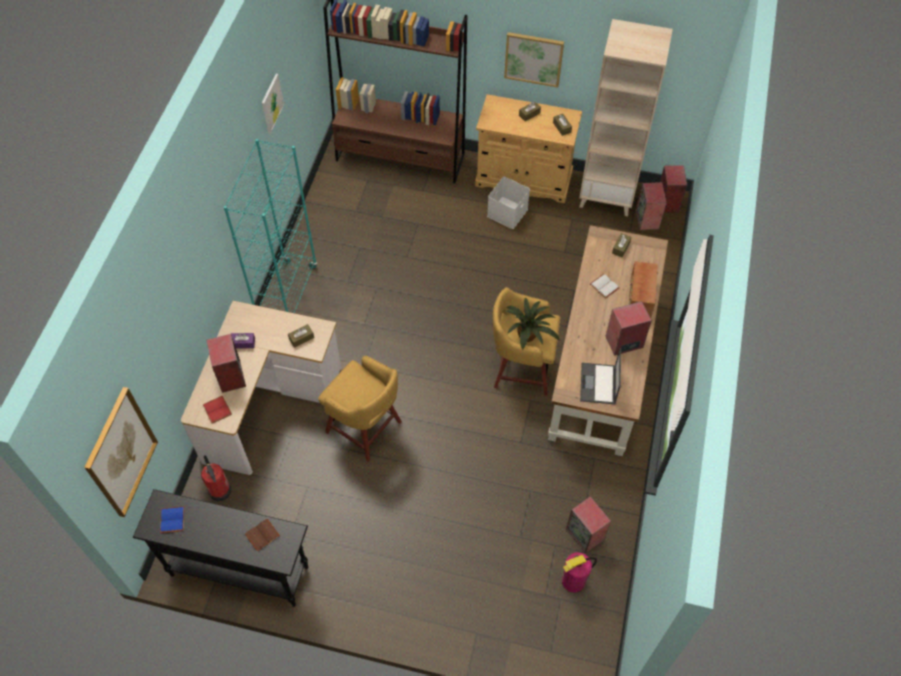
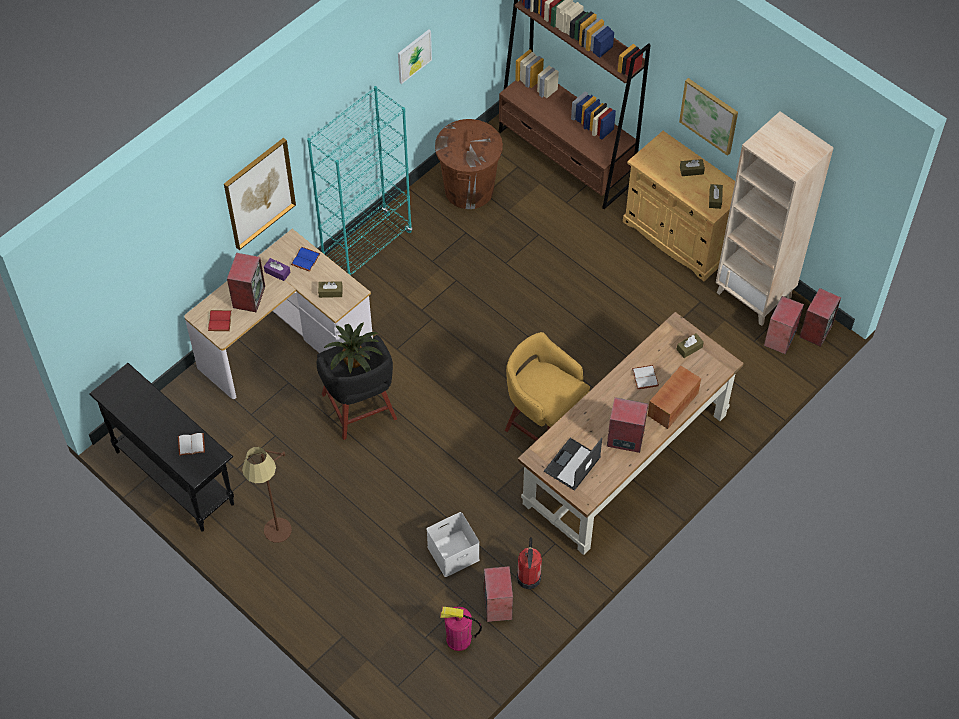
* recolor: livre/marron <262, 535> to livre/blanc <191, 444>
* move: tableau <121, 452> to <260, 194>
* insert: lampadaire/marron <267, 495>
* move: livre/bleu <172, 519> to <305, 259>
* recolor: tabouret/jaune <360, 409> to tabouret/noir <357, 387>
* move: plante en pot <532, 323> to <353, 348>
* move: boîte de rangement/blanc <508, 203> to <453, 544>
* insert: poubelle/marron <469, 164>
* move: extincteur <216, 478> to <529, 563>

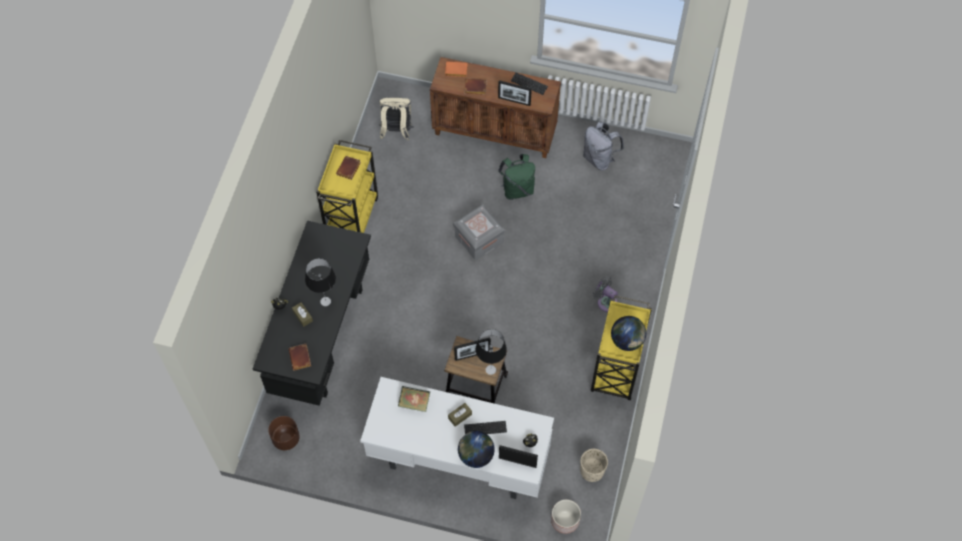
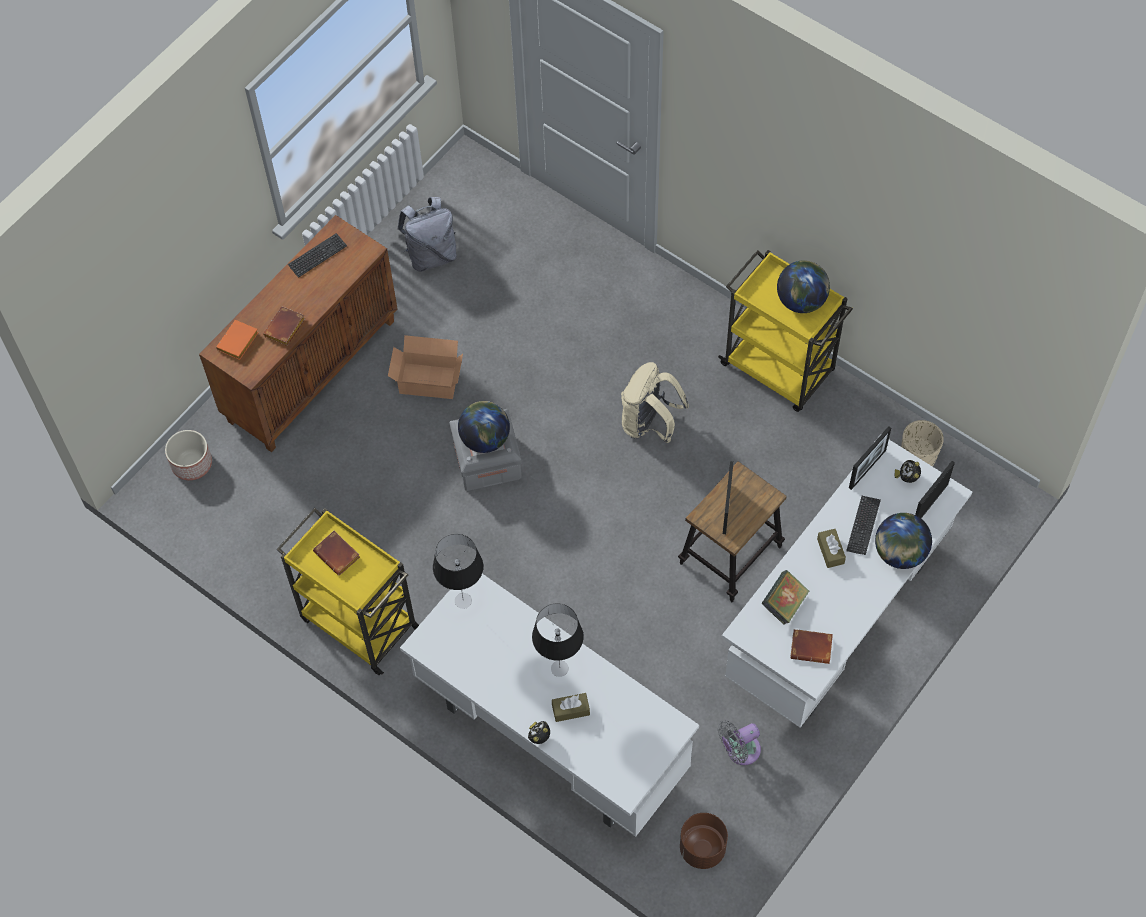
* move: cache-pot <566, 517> to <188, 455>
* replace: sac à dos/vert <516, 177> to carton <425, 367>
* recolor: bureau/noir <312, 313> to bureau/blanc <549, 705>
* move: lampe de table <491, 352> to <458, 571>
* insert: globe <484, 427>
* move: sac à dos/beige <396, 119> to <655, 402>
* move: ventilateur/gris <605, 294> to <739, 742>
* move: livre/marron <300, 357> to <811, 646>
* move: cadre photo <515, 93> to <870, 458>

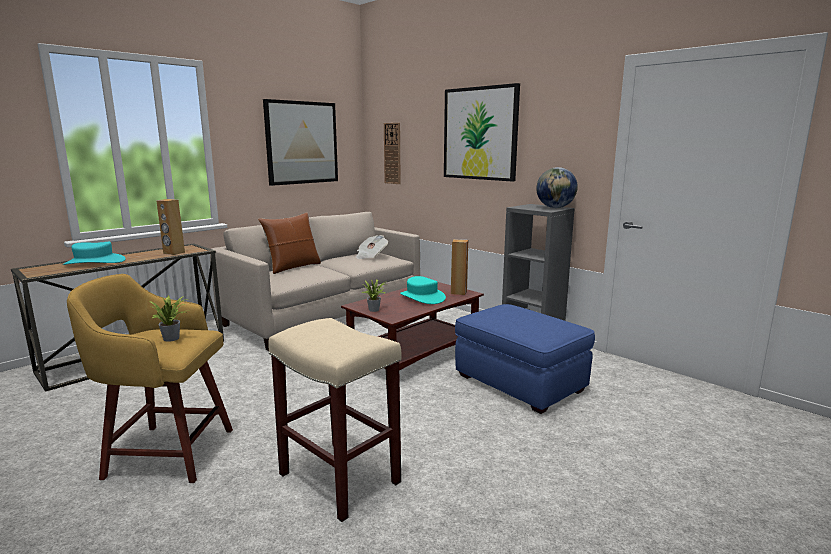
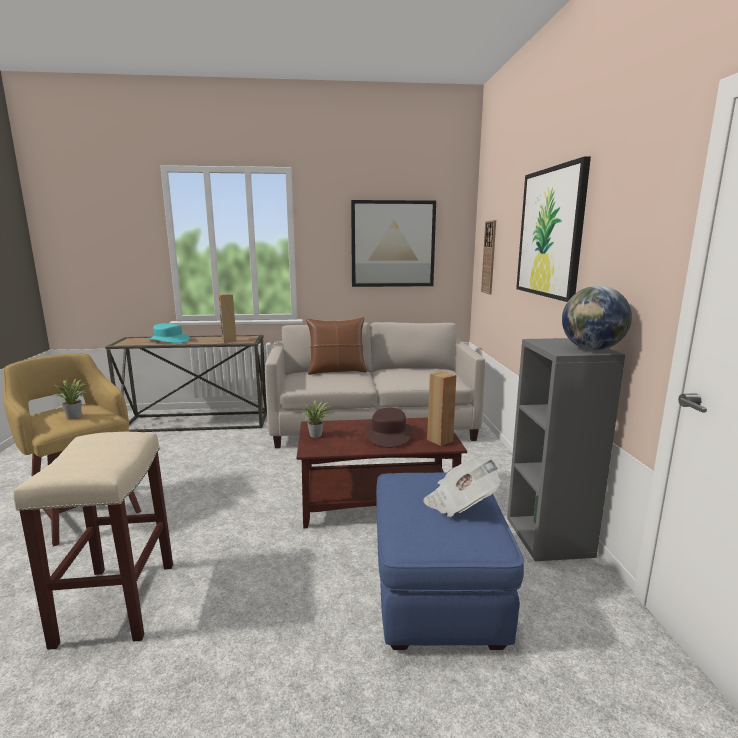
* recolor: chapeau/turquoise <423, 290> to chapeau/marron <389, 428>
* move: journal <371, 247> to <462, 487>

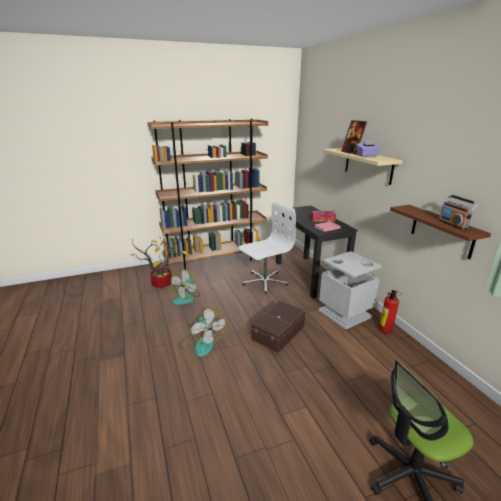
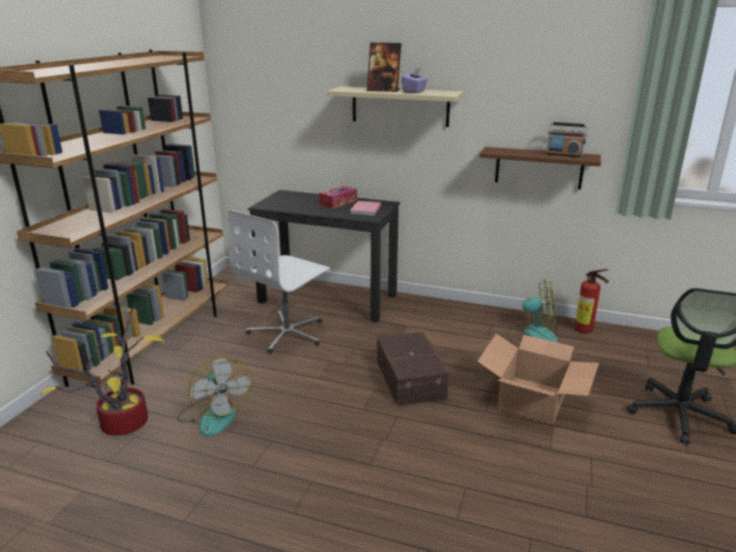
* rotate: chaise de bureau/blanc <267, 247> = <279, 281> 150 degrees counterclockwise
* insert: carton <538, 379>
* move: ventilateur <202, 332> to <532, 313>
* move: extincteur <389, 312> to <592, 301>
* delete: poubelle/gris <350, 290>

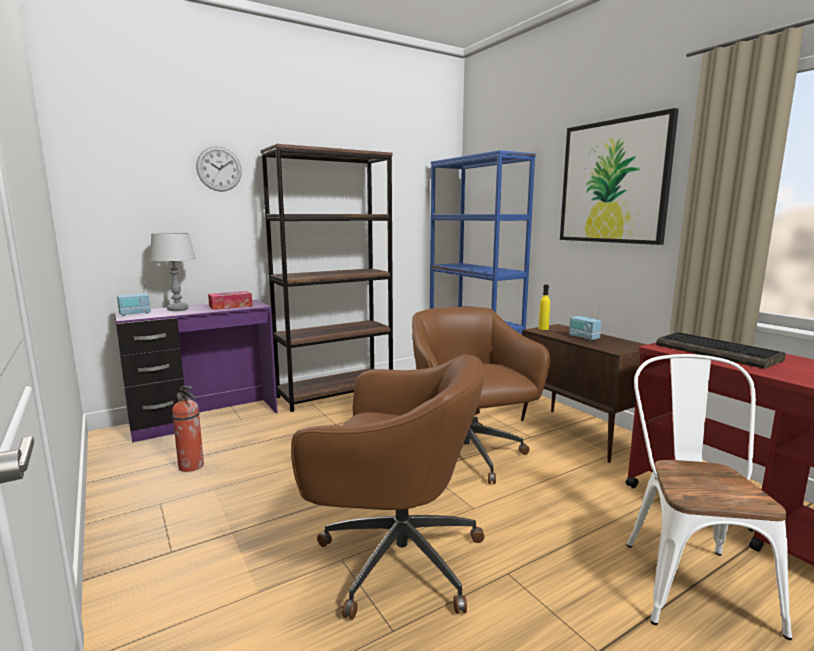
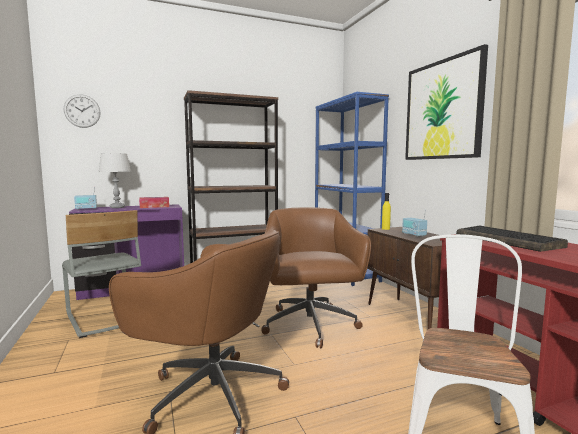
* replace: extincteur <188, 429> to chaise/gris <101, 274>
* move: horloge murale <219, 169> to <82, 111>

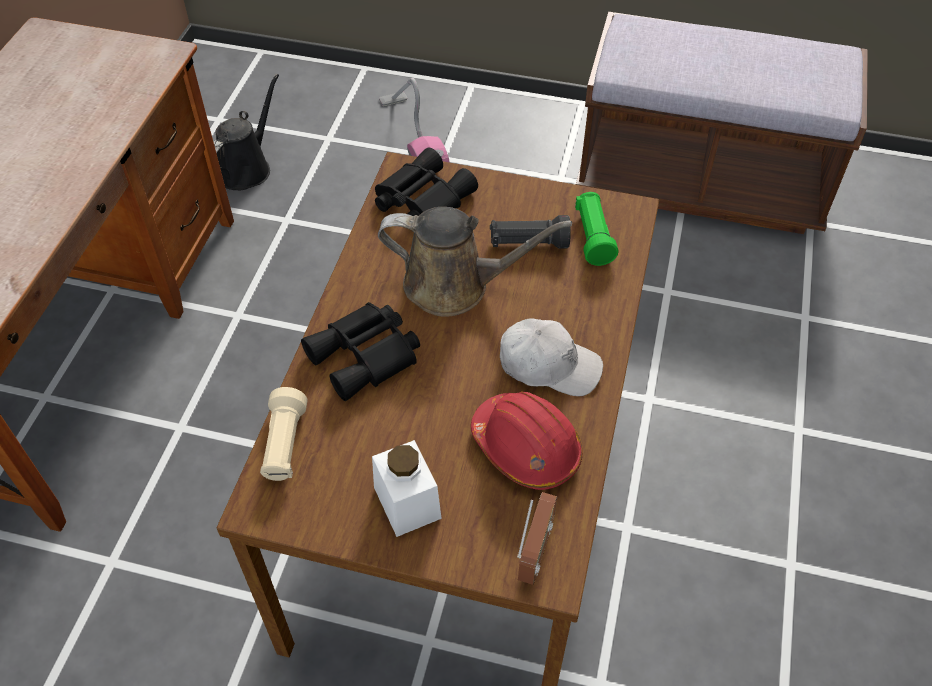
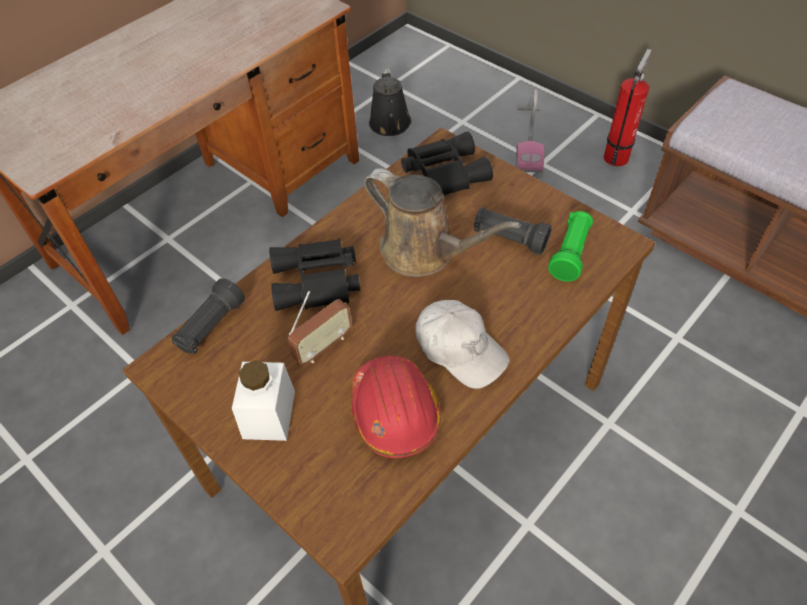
* recolor: lampe de poche/beige <283, 434> to lampe de poche/noir <208, 316>
* move: radio <537, 538> to <320, 328>
* rotate: arrosoir/noir <246, 132> = <390, 102> 120 degrees clockwise
* insert: extincteur <628, 107>

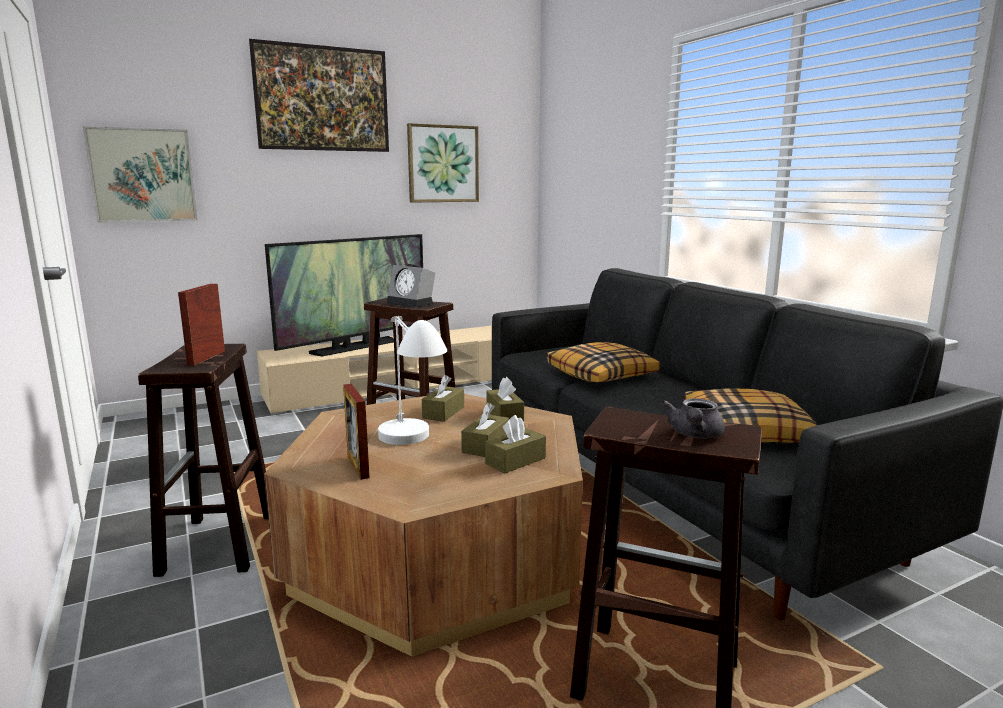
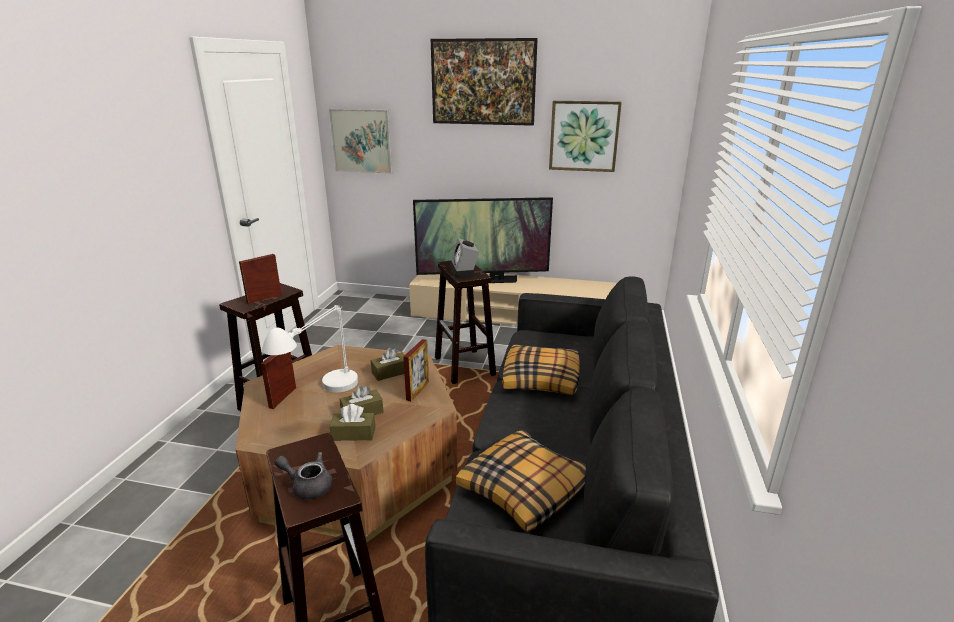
* rotate: théière/gris <693, 418> = <303, 475> 45 degrees clockwise
* replace: boîte à mouchoirs/marron <505, 399> to cadre photo <416, 370>

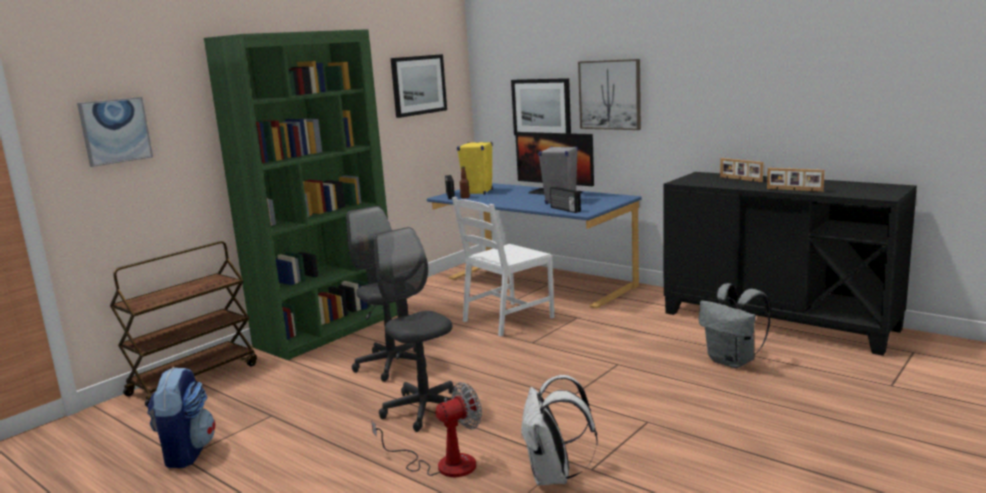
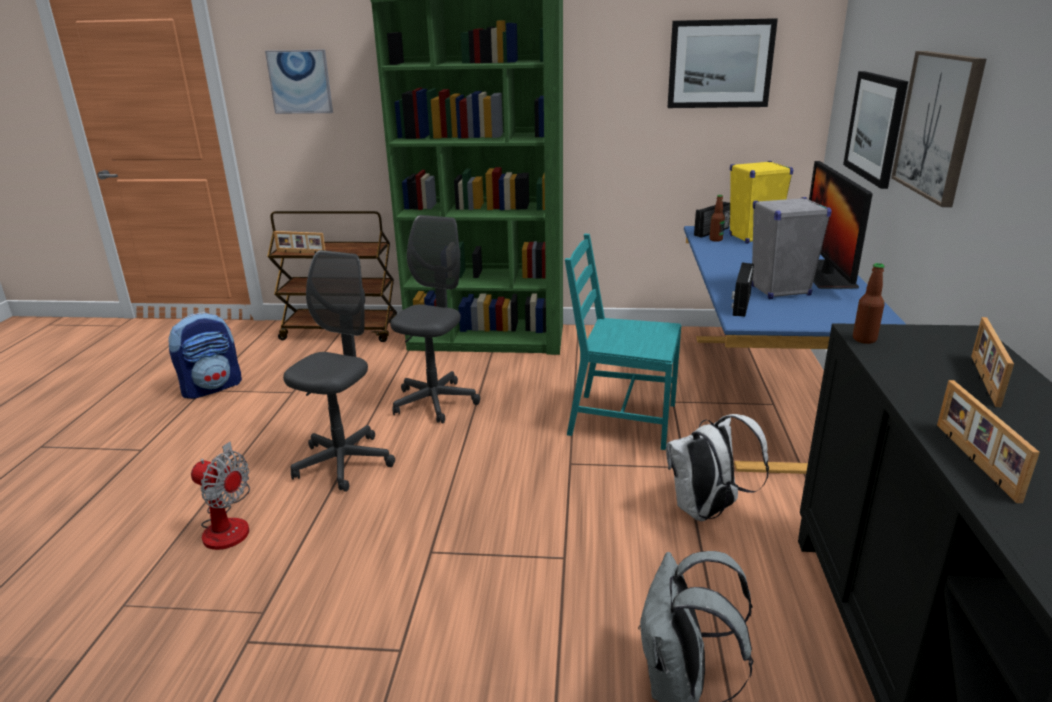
* insert: cadre photo <300, 242>
* recolor: chaise/blanc <503, 267> to chaise/turquoise <623, 342>
* move: sac à dos/blanc <559, 430> to <717, 467>
* insert: bouteille <869, 303>

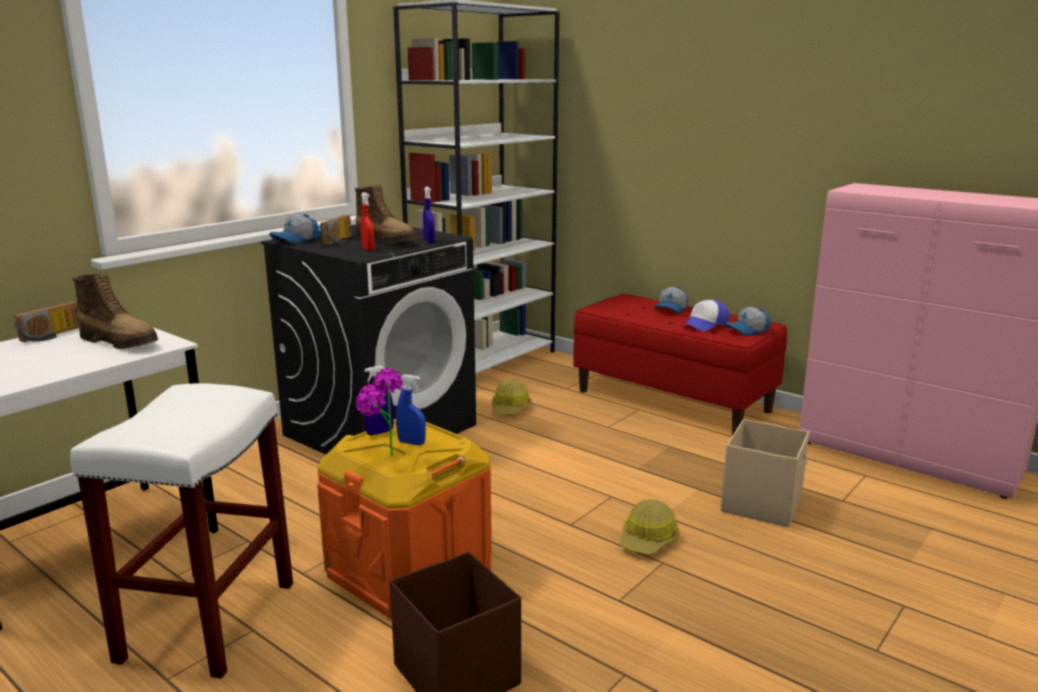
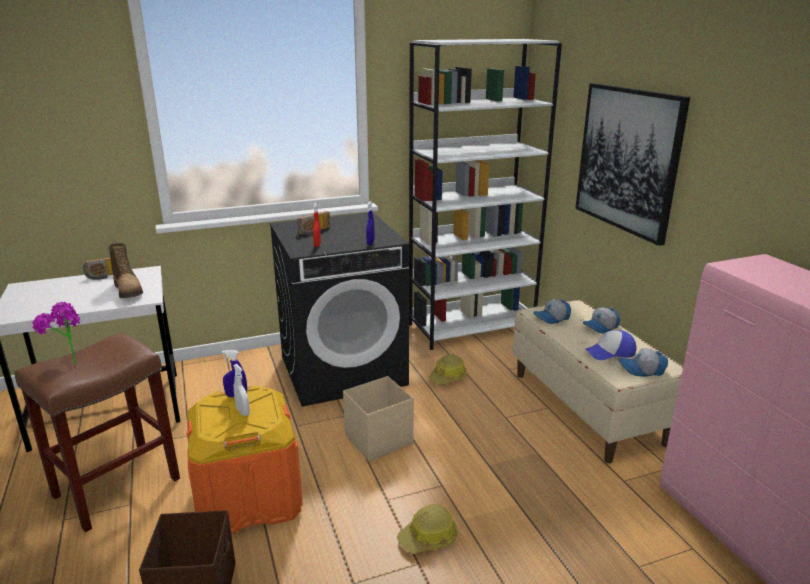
* recolor: tabouret/blanc <181, 530> to tabouret/marron <97, 432>
* move: plante en pot <379, 412> to <56, 333>
* recolor: vaporisateur/bleu <411, 409> to vaporisateur/blanc <241, 390>
* move: boîte de rangement/beige <765, 473> to <378, 419>
* recolor: banc/rouge <680, 365> to banc/beige <598, 381>
* move: casquette <294, 229> to <552, 311>
* insert: tableau <632, 164>
* delete: botte <386, 214>

